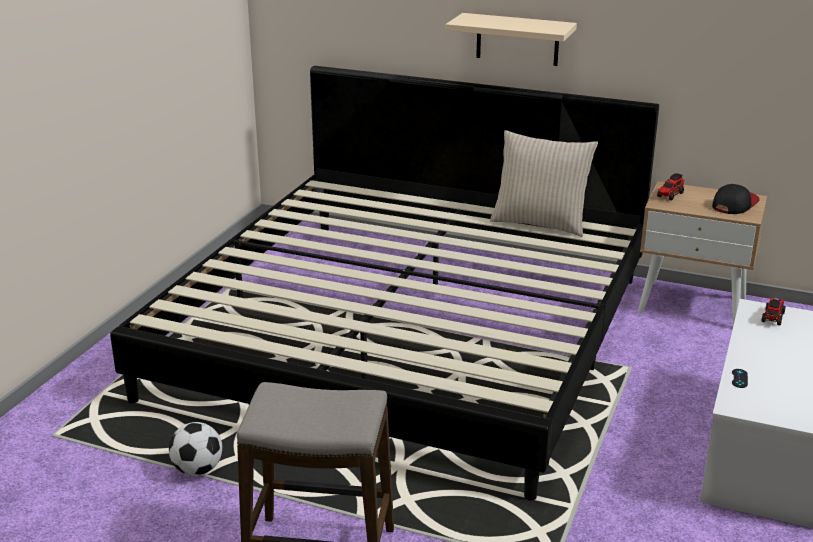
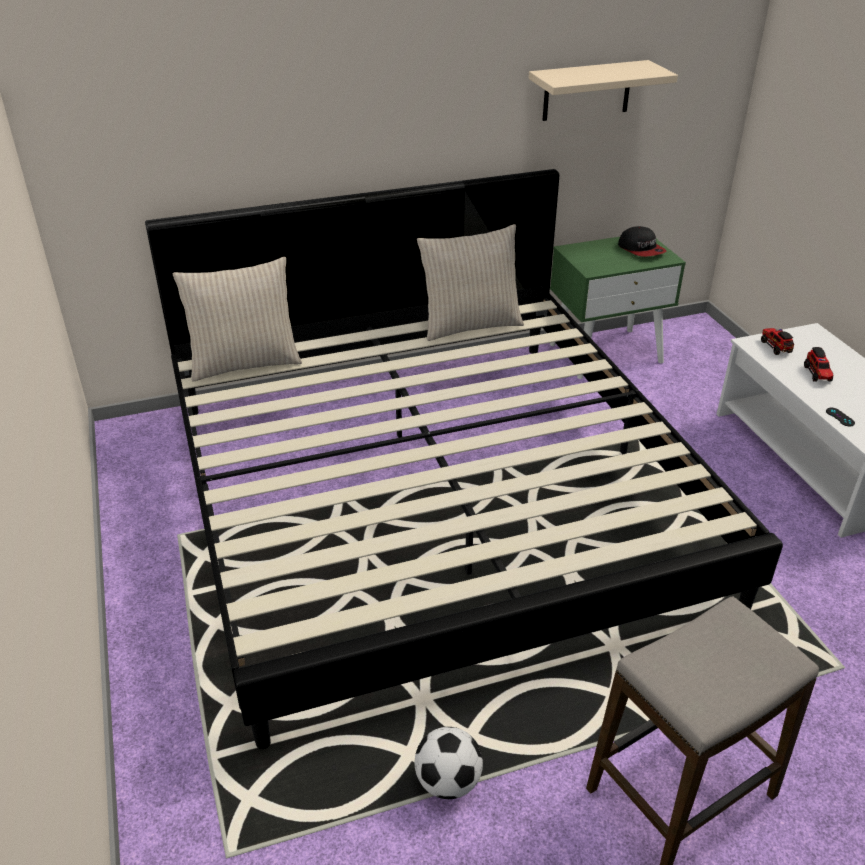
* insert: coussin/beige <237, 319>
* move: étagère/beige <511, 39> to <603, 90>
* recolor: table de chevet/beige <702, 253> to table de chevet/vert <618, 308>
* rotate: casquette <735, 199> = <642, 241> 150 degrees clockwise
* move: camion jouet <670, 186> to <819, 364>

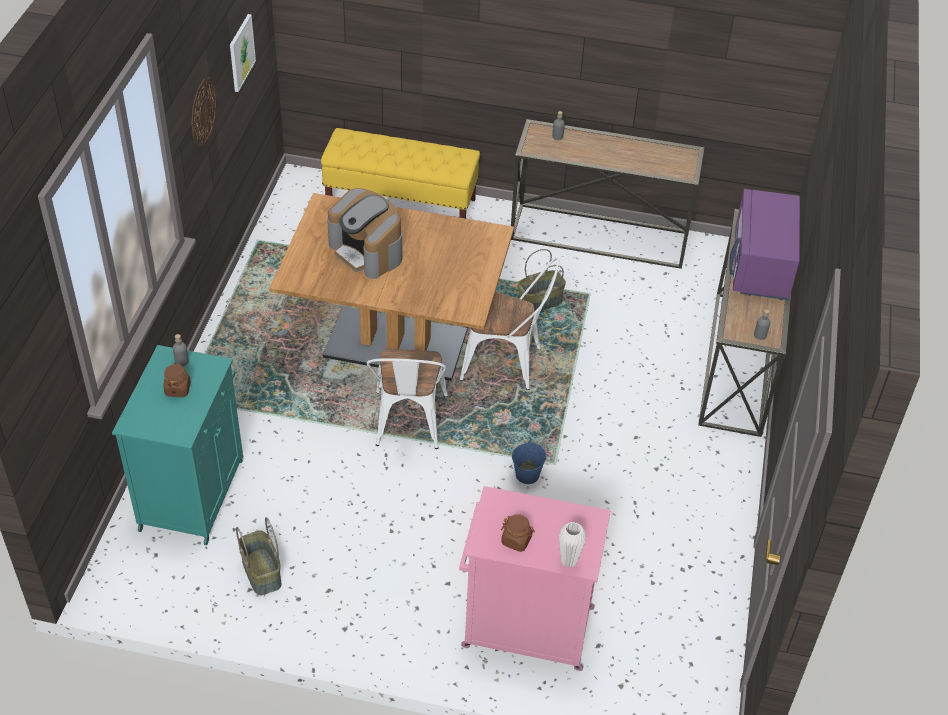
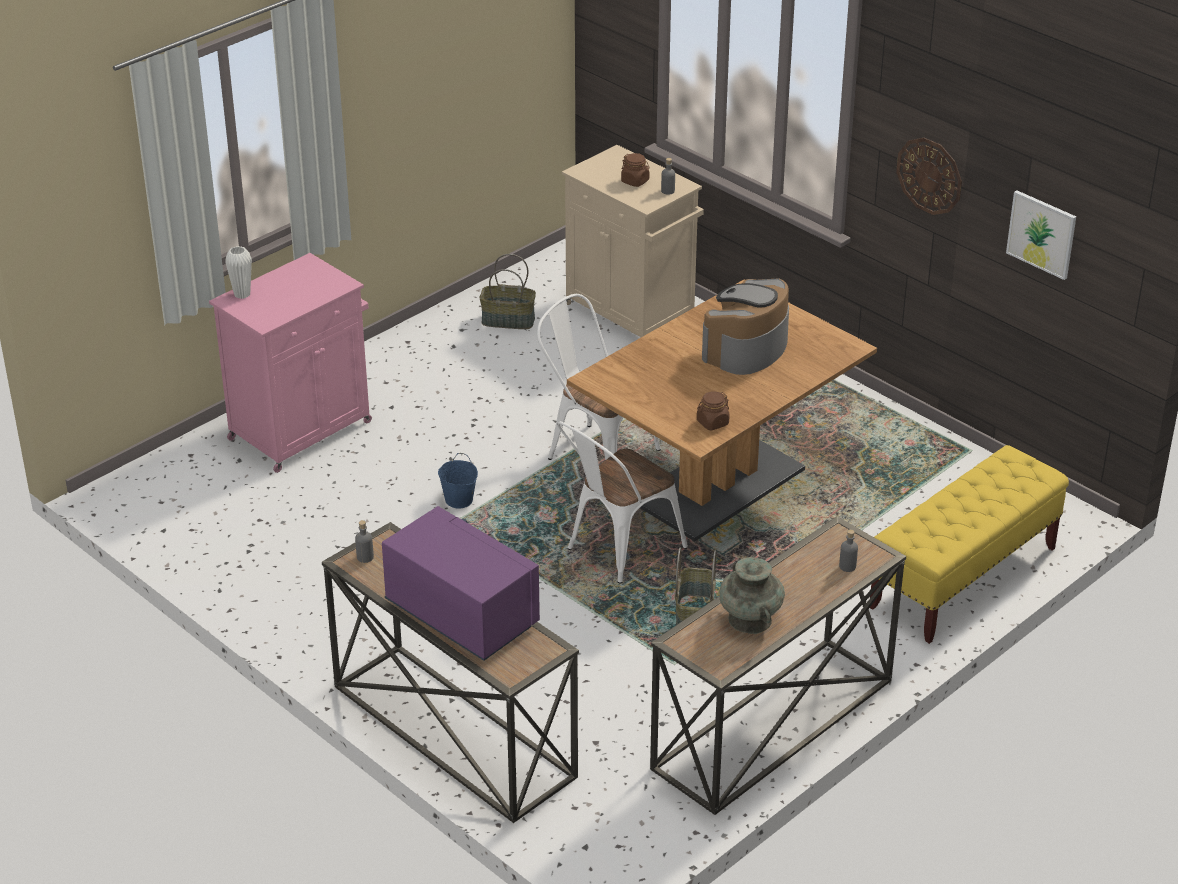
* recolor: meuble de rangement/turquoise <178, 445> to meuble de rangement/beige <633, 241>
* move: bocal/marron <518, 533> to <713, 410>
* rotate: machine à café <364, 233> = <745, 326> 45 degrees counterclockwise
* insert: vase/turquoise <752, 595>

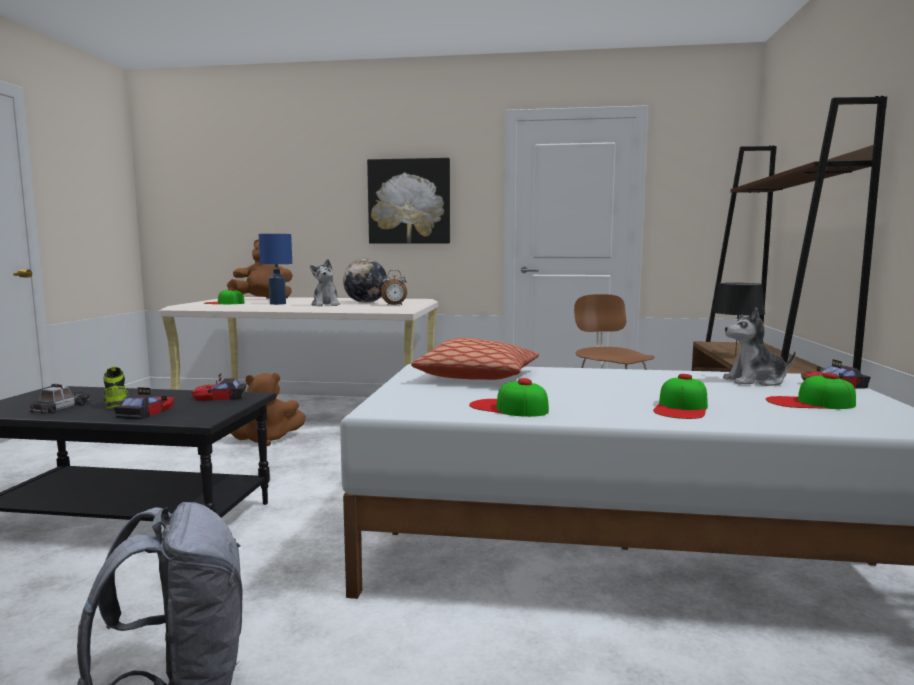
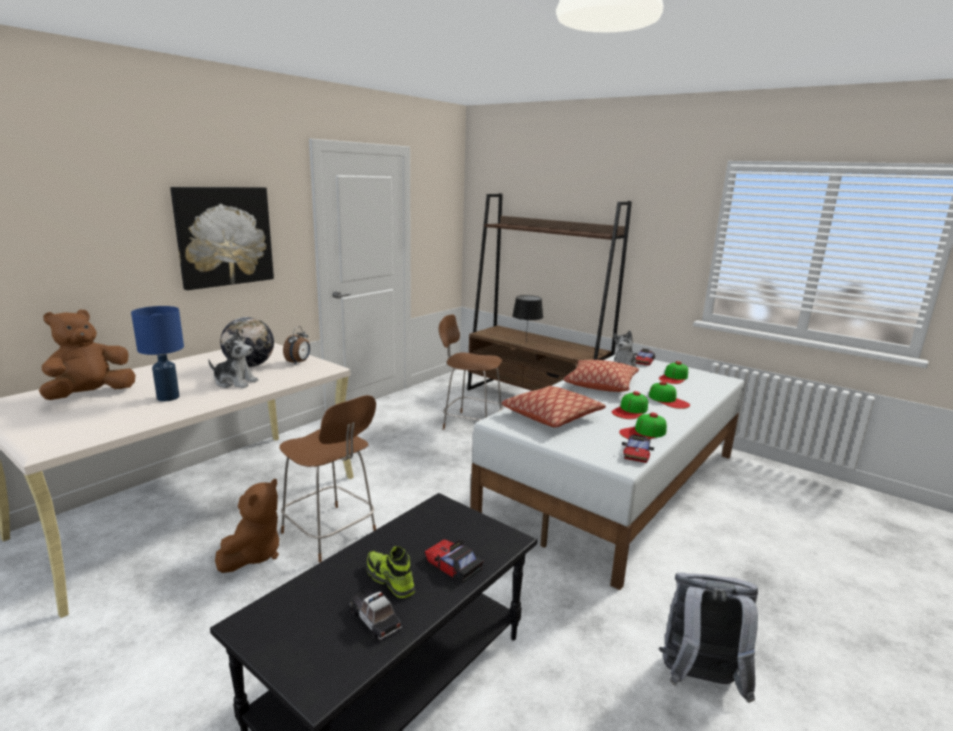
* insert: tabouret/marron <327, 479>
* rotate: chaussure <116, 388> = <390, 572> 45 degrees clockwise
* insert: coussin <601, 376>
* move: casquette <224, 296> to <630, 405>
* move: petite voiture <219, 387> to <638, 449>

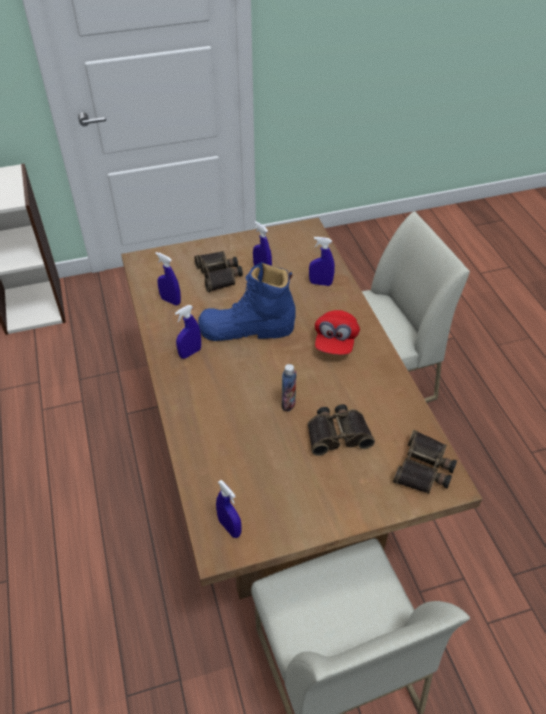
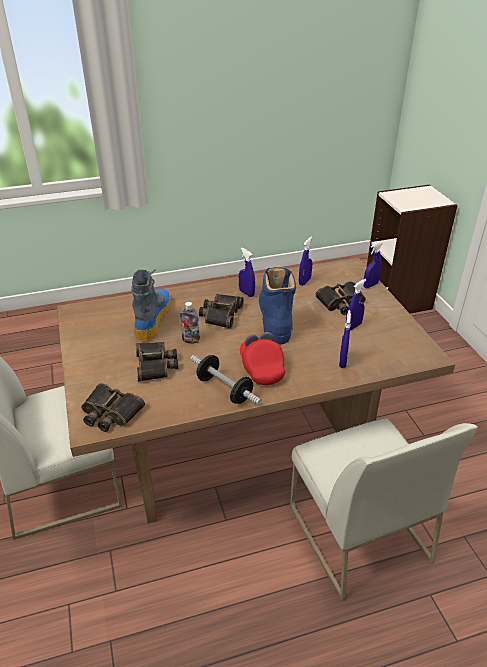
* insert: botte <151, 305>
* insert: haltère <226, 380>
* insert: jumelles <221, 311>
* rotate: casquette/rouge <337, 332> = <262, 358> 60 degrees clockwise
* move: vaporisateur/bleu <229, 509> to <372, 265>

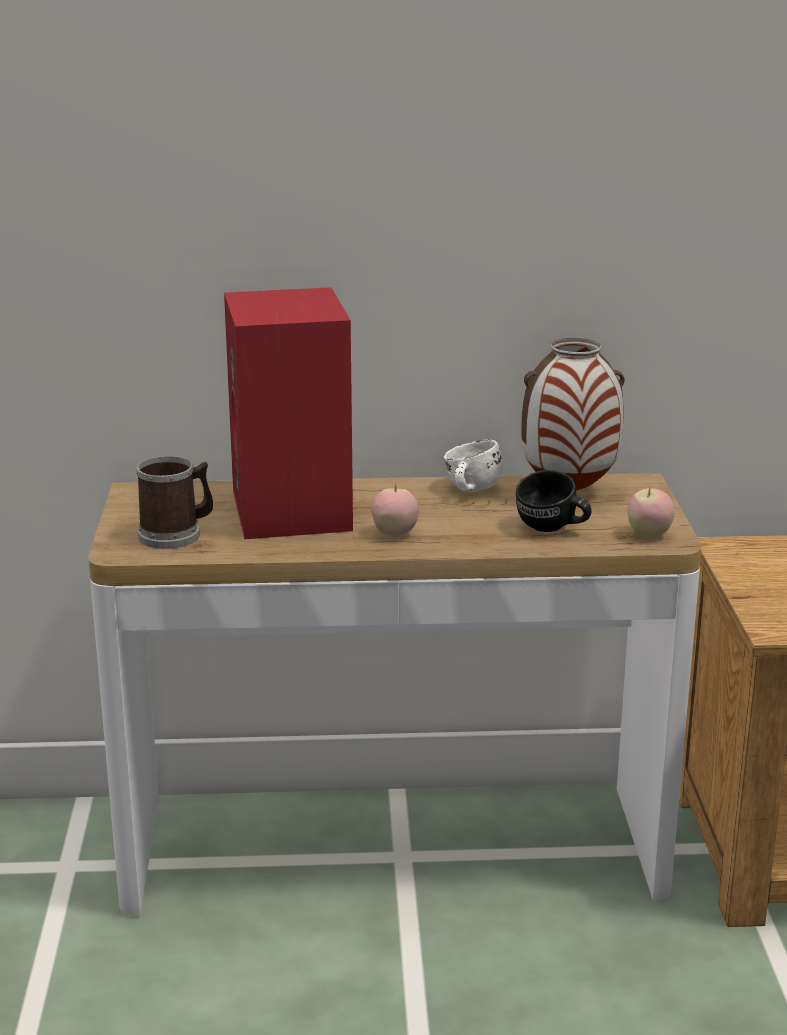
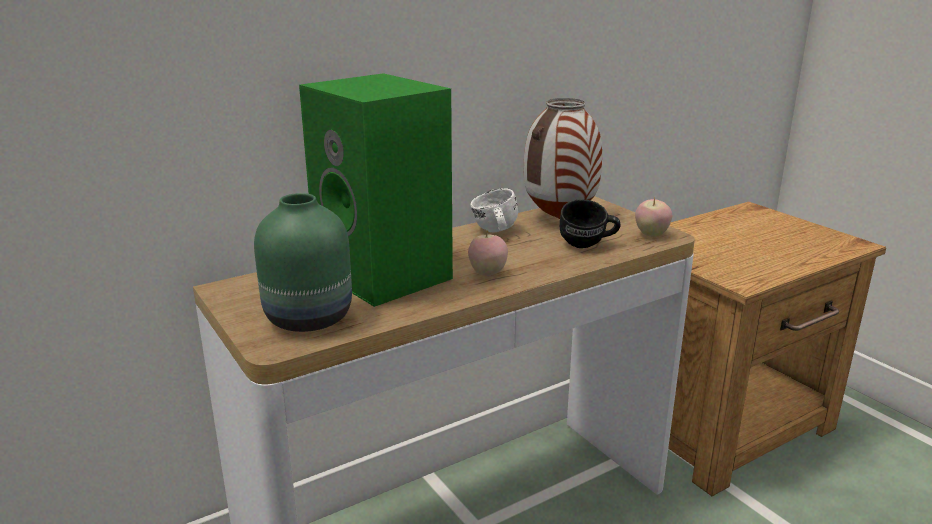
* replace: mug <174, 502> to vase/vert <303, 262>
* recolor: enceinte/rouge <288, 413> to enceinte/vert <376, 190>

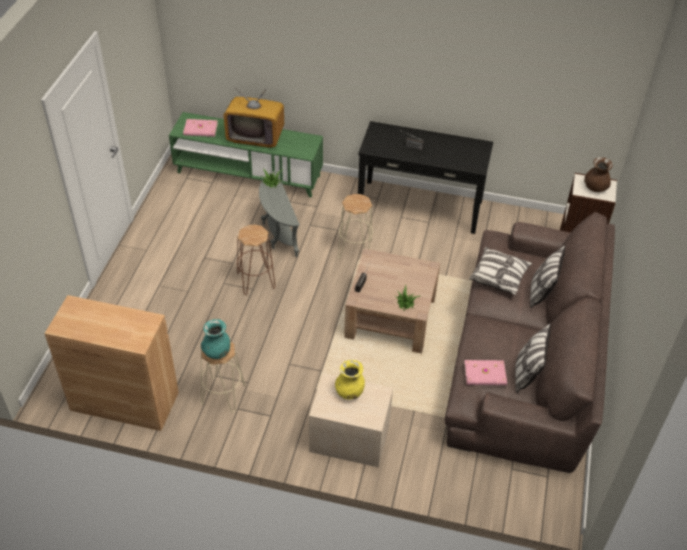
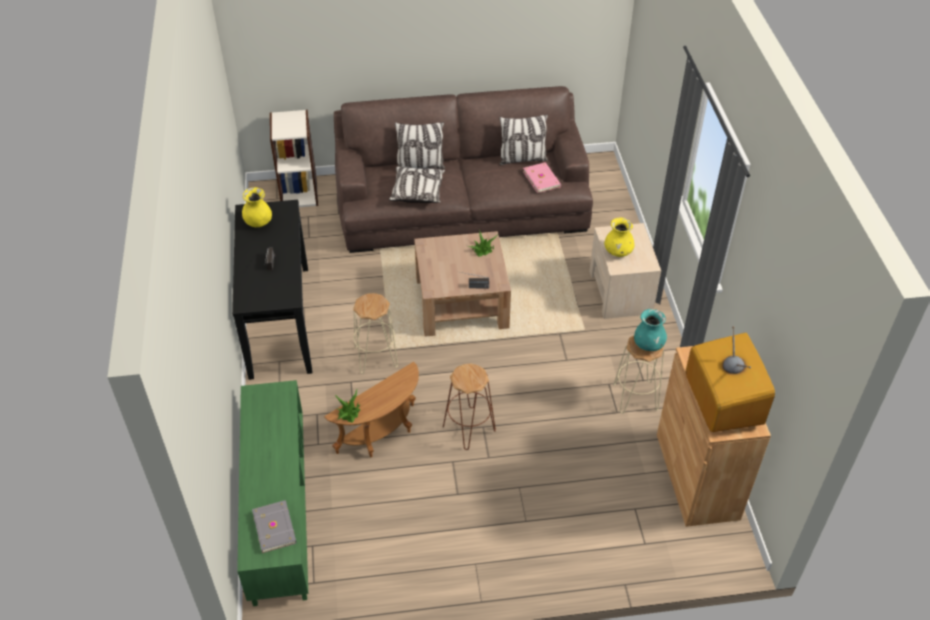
* insert: vase/jaune <257, 207>
* recolor: livre/rose <200, 128> to livre/gris <274, 526>
* recolor: table d'appoint/gris <279, 214> to table d'appoint/marron <371, 410>
* move: téléviseur <254, 118> to <730, 379>
* delete: vase/marron <598, 174>

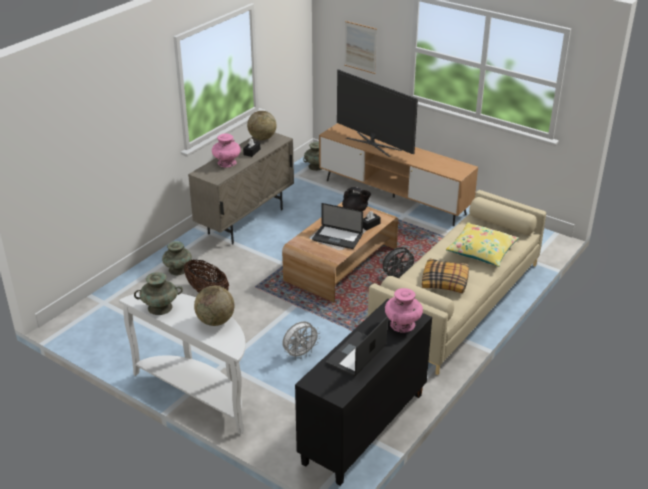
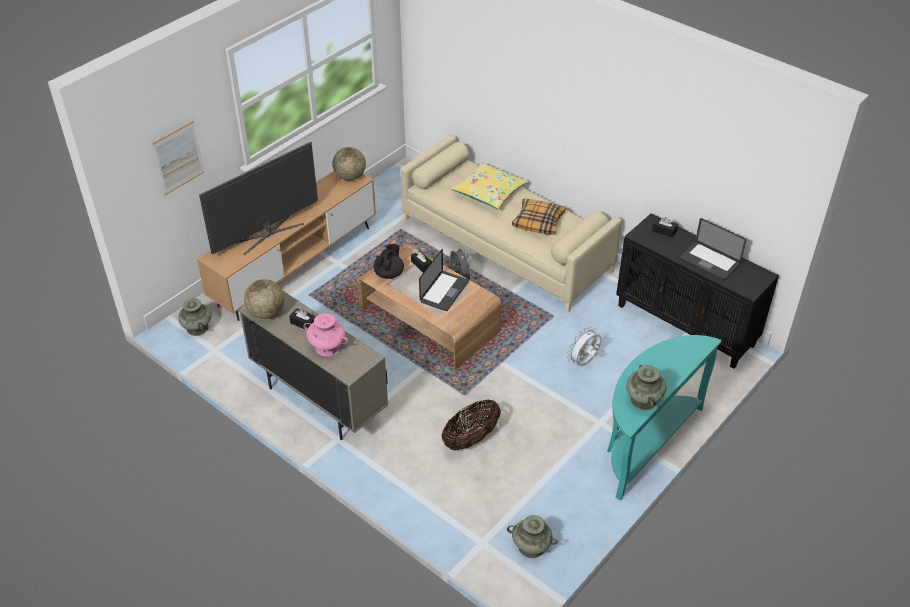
* move: globe <214, 306> to <349, 164>
* move: vase/turquoise <177, 258> to <532, 536>
* rotate: ventilateur/blanc <301, 340> = <584, 346> 105 degrees counterclockwise
* recolor: table console/blanc <182, 364> to table console/turquoise <664, 418>
* replace: vase/rose <404, 310> to boîte à mouchoirs/noir <665, 227>

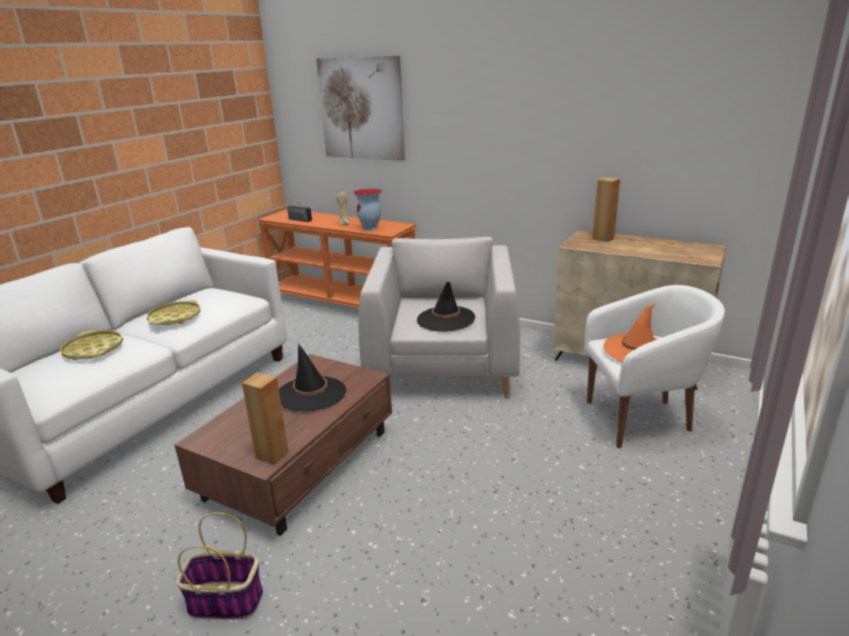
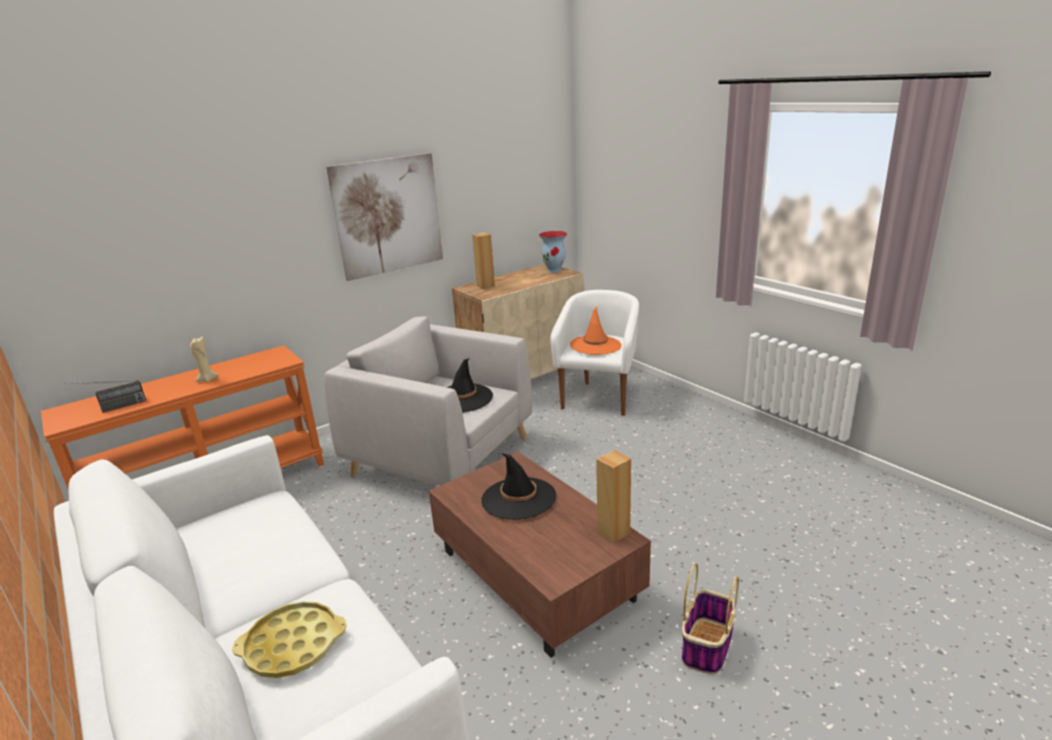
* move: tableau <360, 108> to <384, 217>
* move: vase <367, 209> to <553, 252>
* delete: plateau/jaune <173, 312>

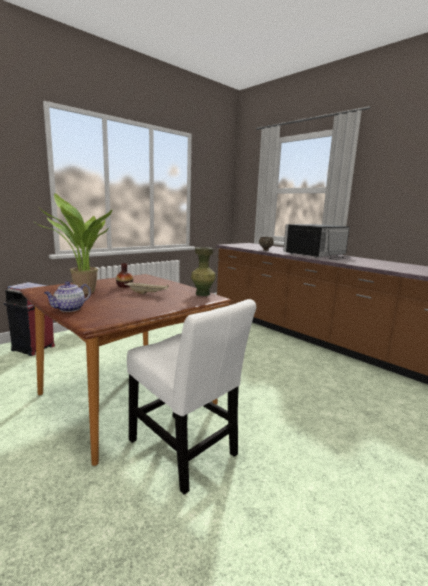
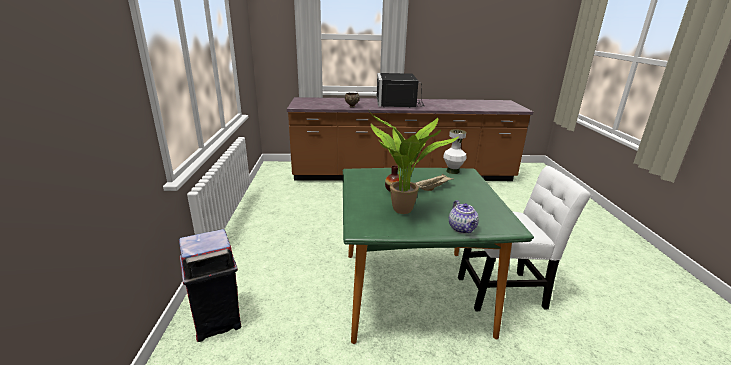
* recolor: table à manger/marron <125, 370> to table à manger/vert <438, 256>
* recolor: vase/vert <203, 271> to vase/blanc <454, 151>

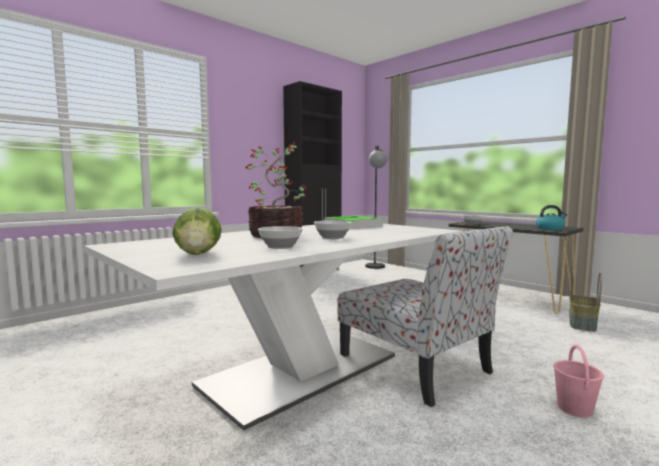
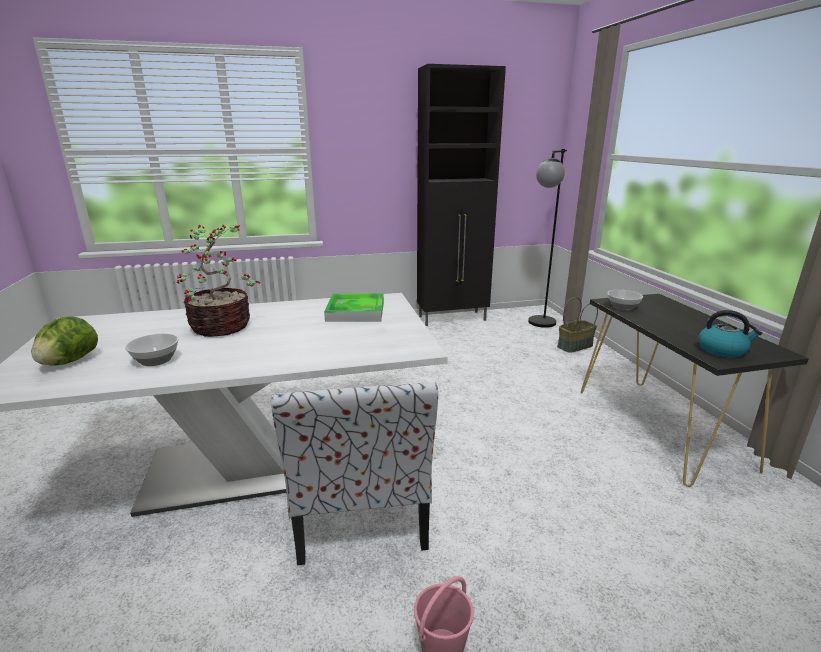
* move: panier <586, 301> to <577, 325>
* delete: bol <333, 229>

